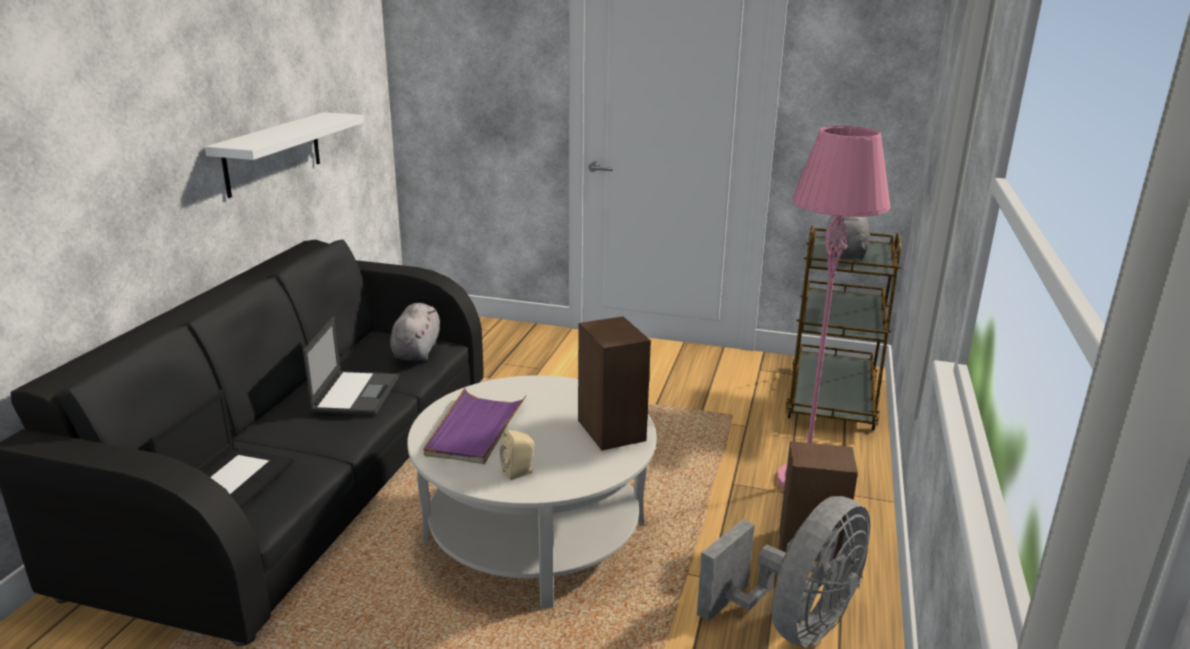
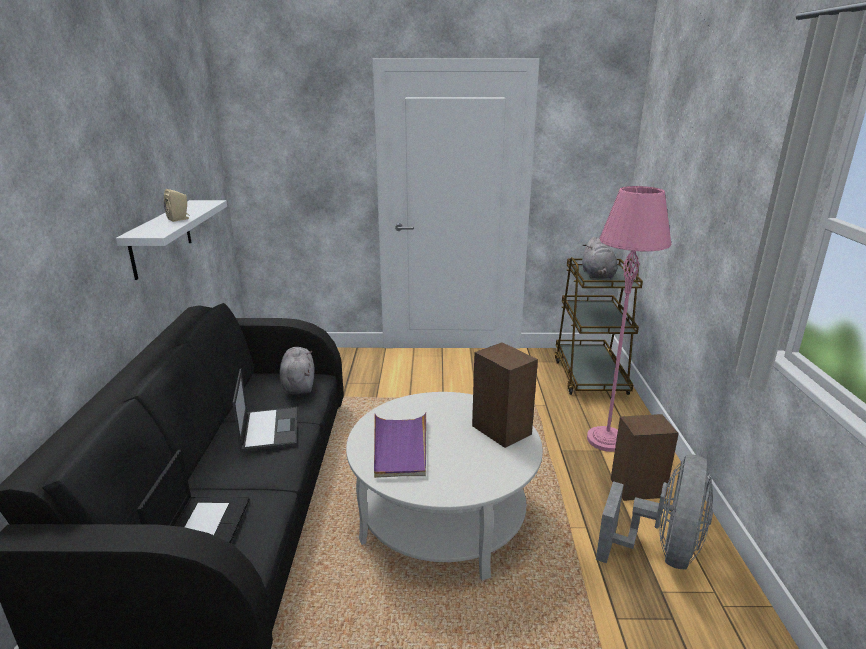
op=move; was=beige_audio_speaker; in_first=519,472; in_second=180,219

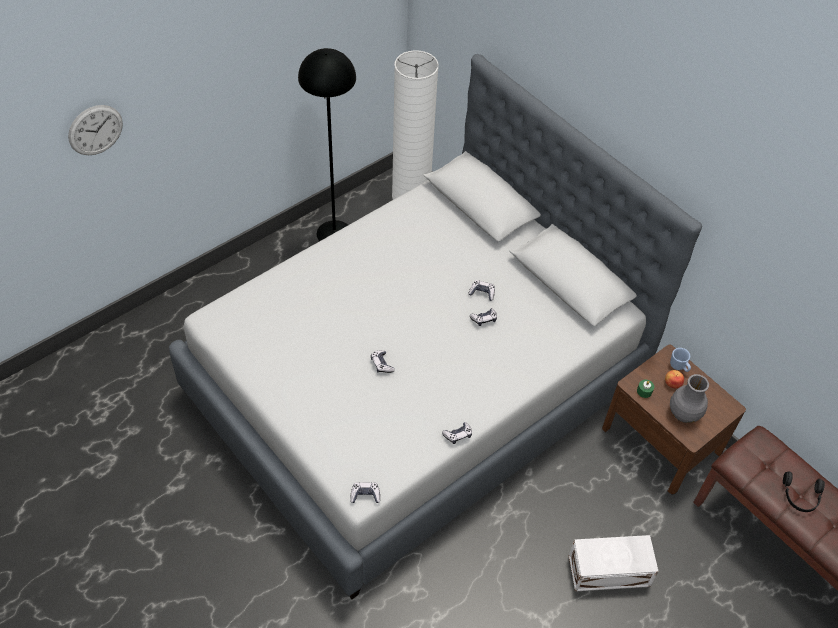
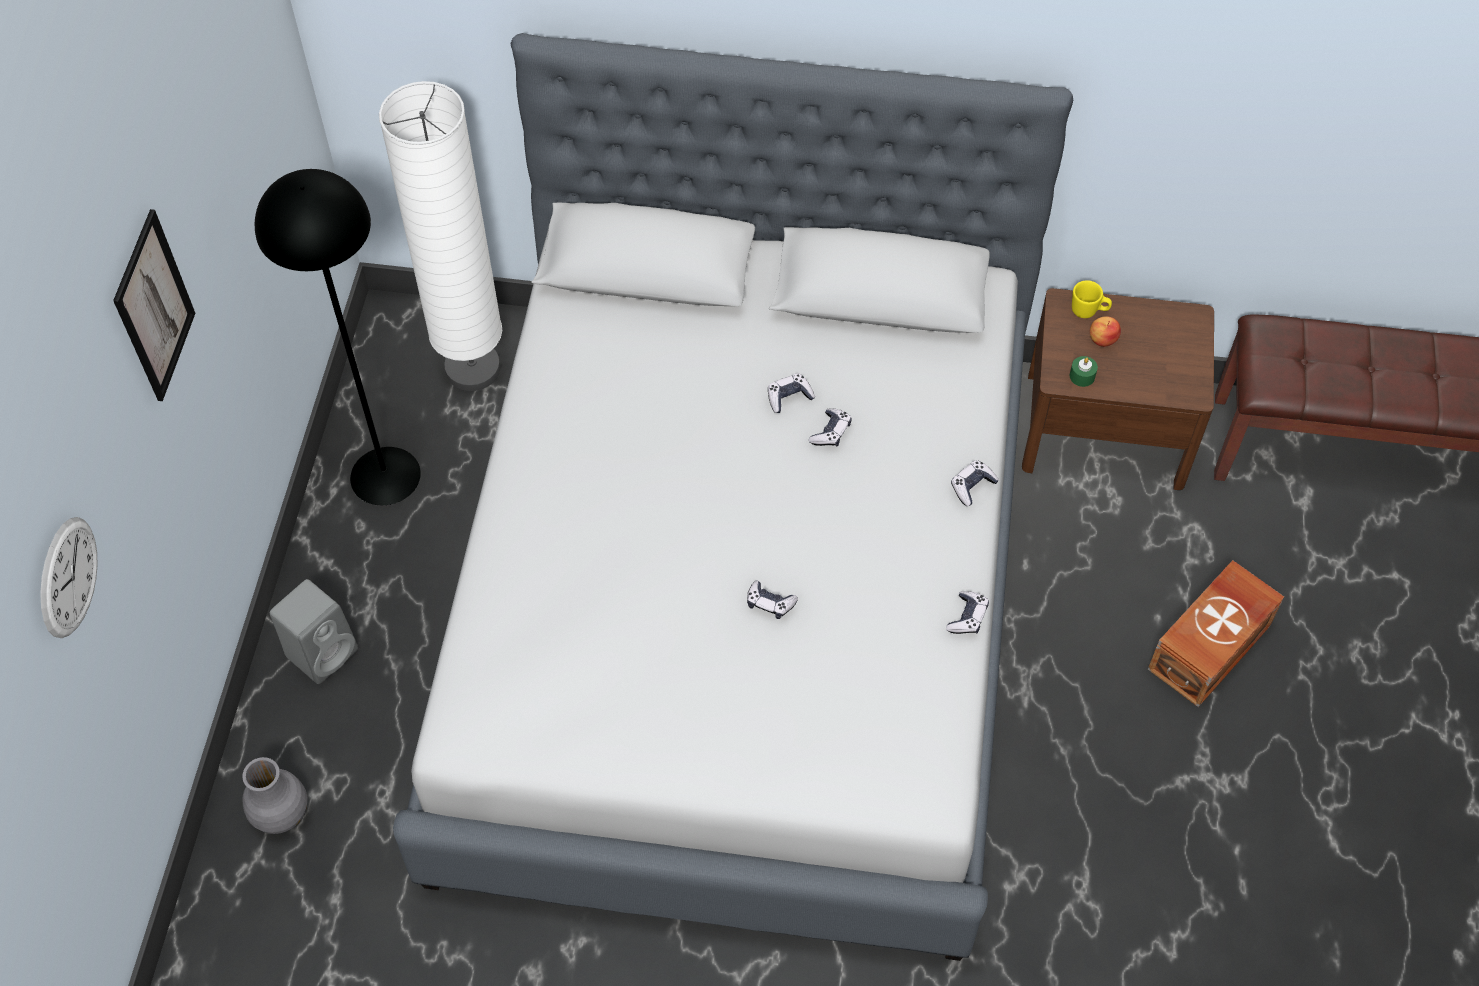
op=move; was=game_controller; in_first=365,495; in_second=972,486
op=recolor; was=white-coloured_storage_bin; now=brown_storage_bin; in_first=610,572; in_second=1211,647
op=recolor; was=bluish_tea_mug; now=yellow_tea_mug; in_first=679,367; in_second=1088,311
op=move; was=gray_decorative_vase; in_first=683,414; in_second=281,815
op=delete; was=blackish_pair_of_headphones; in_first=800,496
op=insert; now=wall_art; in_second=154,307
op=insert; now=gray_audio_speaker; in_second=323,651

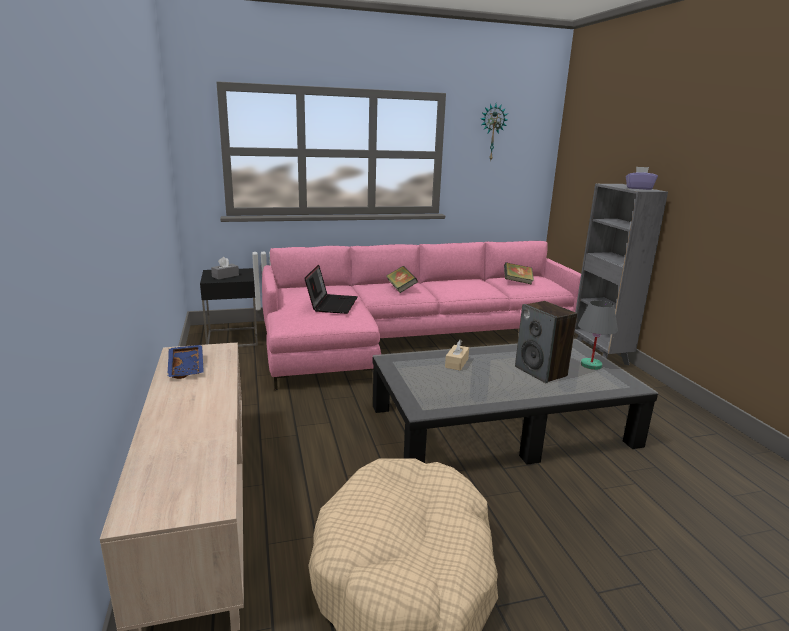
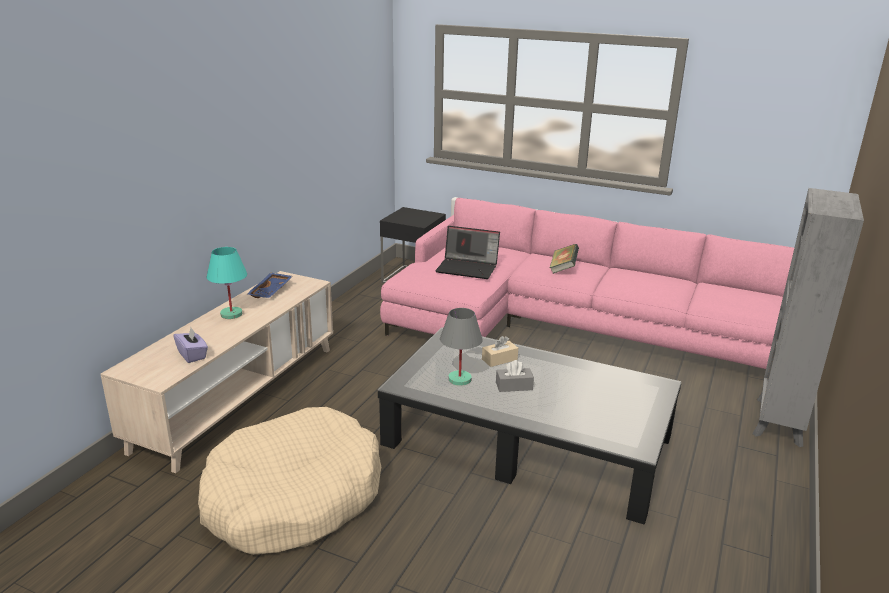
op=move; was=gray_tissue_holder; in_first=225,276; in_second=514,386
op=rotate; was=portable_computer; in_first=332,304; in_second=468,268; clockwise=60
op=delete; was=hanging_clock; in_first=492,132
op=delete; was=book; in_first=517,282
op=delete; was=audio_speaker; in_first=541,371
op=move; was=gray_table_lamp; in_first=590,365; in_second=460,379
op=move; was=purplish_tissue_holder; in_first=639,188; in_second=192,355
op=insert; now=blue-green_table_lamp; in_second=231,314

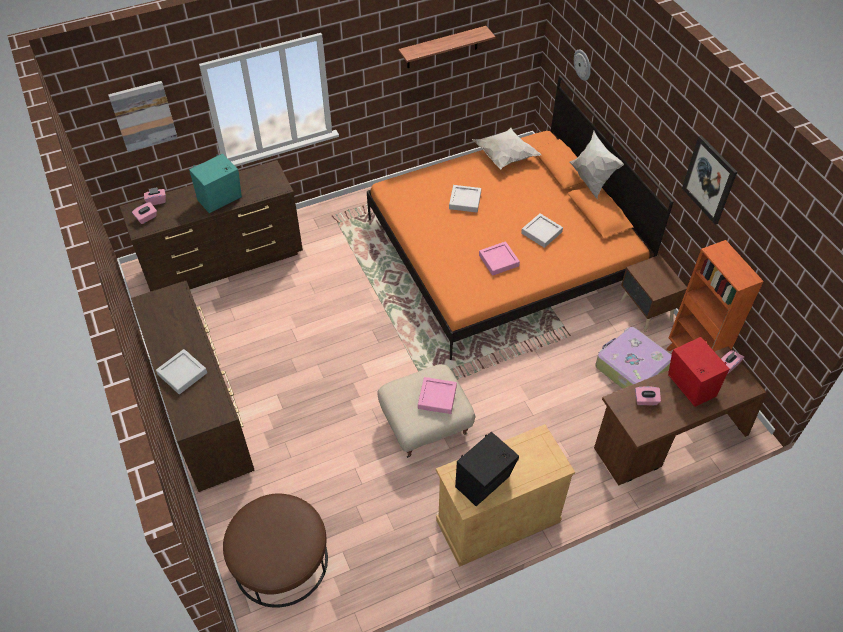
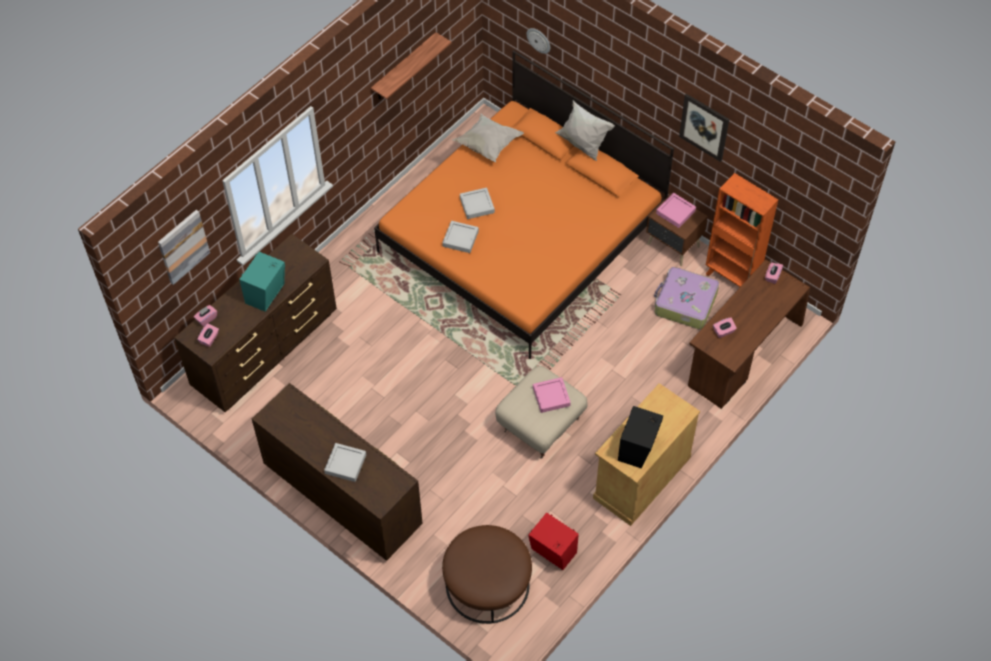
op=move; was=pink-coloured_serving_tray; in_first=498,260; in_second=675,212
op=move; was=gray_serving_tray; in_first=541,232; in_second=460,239
op=move; was=reddish_audio_speaker; in_first=690,387; in_second=553,553

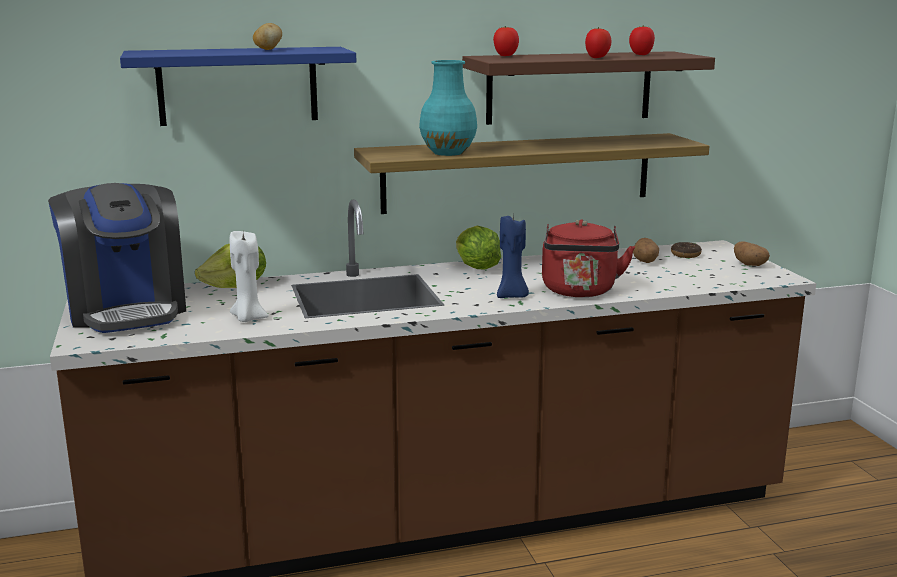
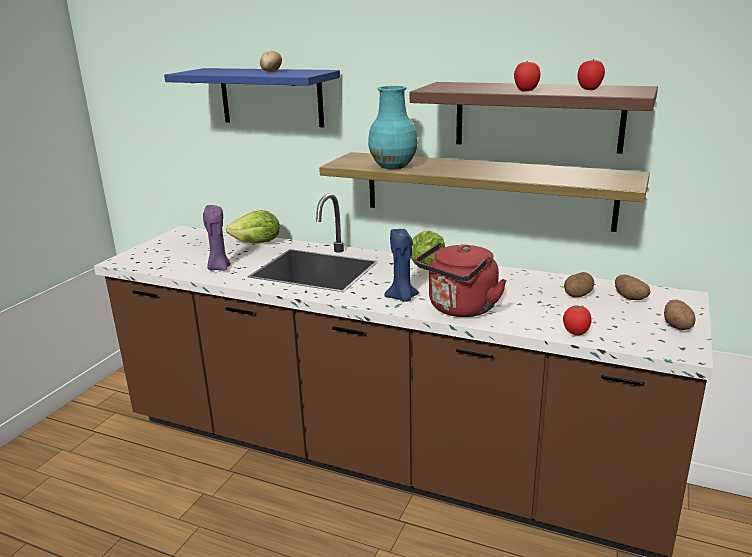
op=delete; was=coffee_maker; in_first=127,310
op=recolor; was=white-coloured_candle; now=purplish_candle; in_first=248,318; in_second=219,268
op=move; was=whole_tomato; in_first=505,56; in_second=575,333
op=replace; was=donut; now=whole_potato; in_first=685,255; in_second=631,298

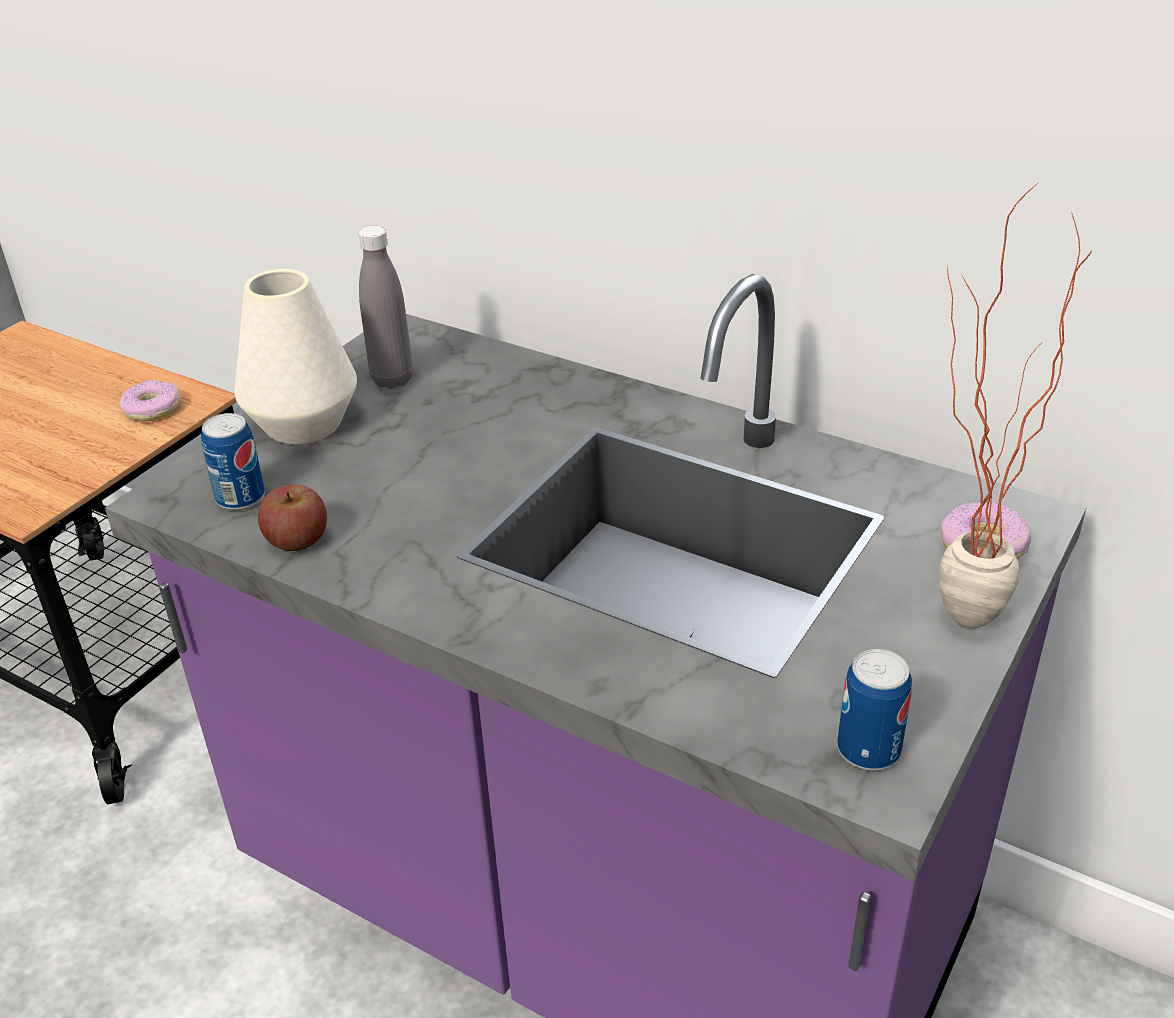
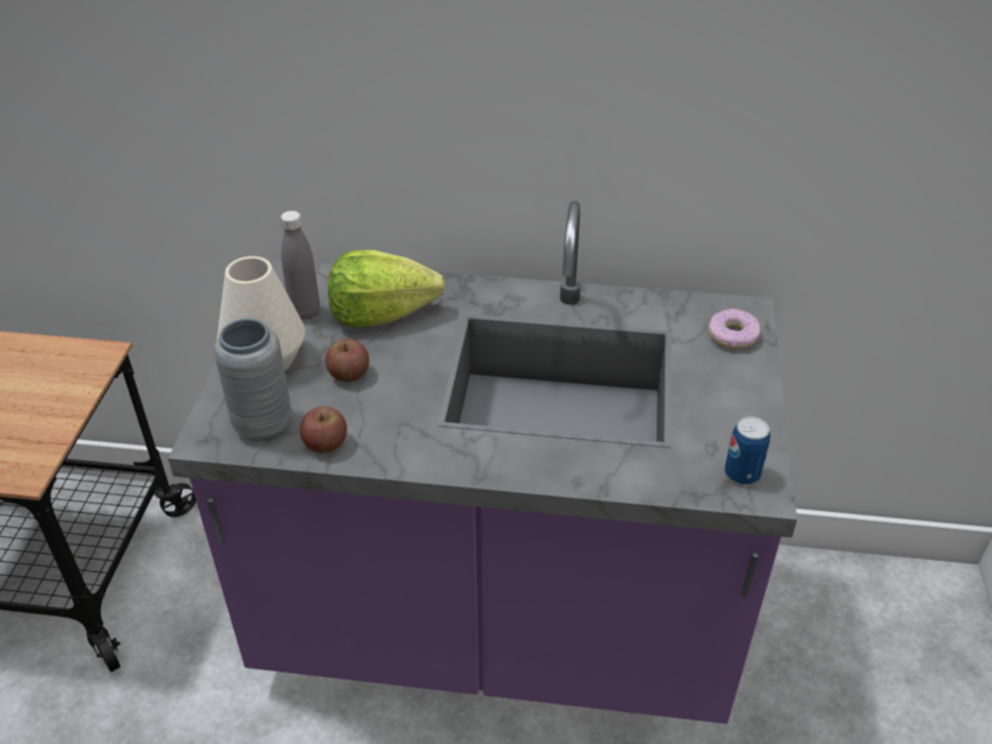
op=delete; was=donut; in_first=151,409
op=replace; was=sealed_can; now=gray_decorative_vase; in_first=241,498; in_second=263,425
op=delete; was=houseplant; in_first=945,620
op=insert; now=whole_apple; in_second=349,374
op=insert; now=head_of_lettuce; in_second=381,314

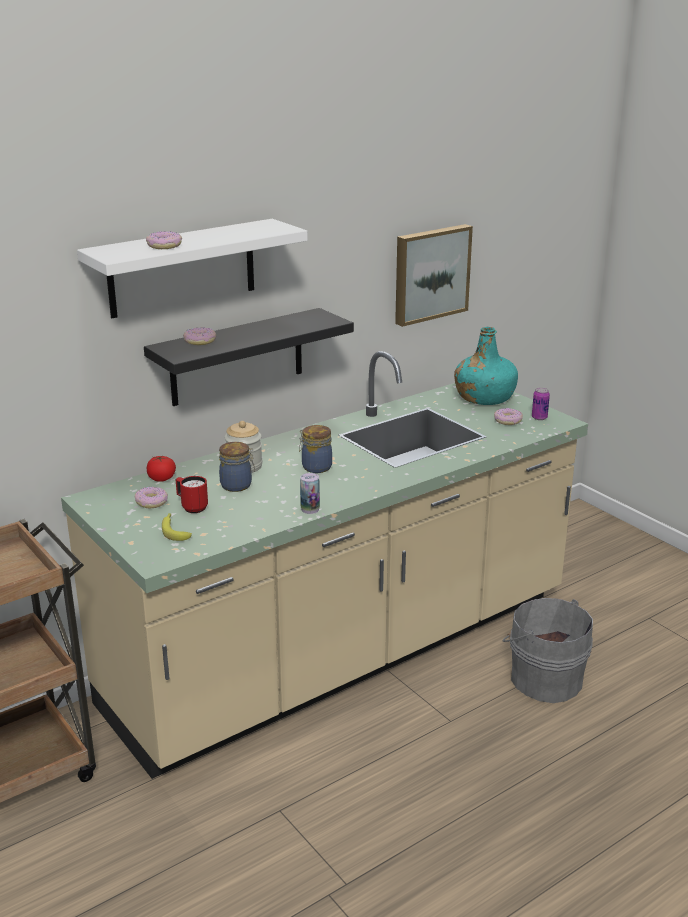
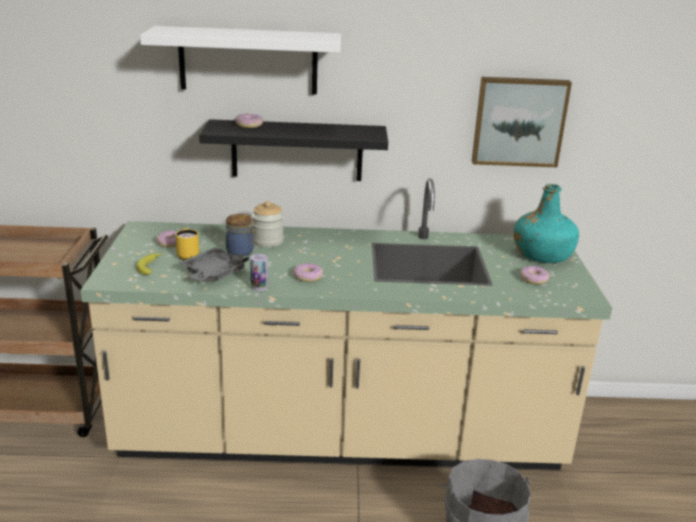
op=move; was=donut; in_first=164,246; in_second=308,277
op=delete; was=whole_tomato; in_first=161,479
op=recolor; was=reddish_tea_mug; now=yellow_tea_mug; in_first=191,507; in_second=187,255
op=delete; was=preserve_jar; in_first=315,467
op=delete; was=sealed_can; in_first=539,417
op=insert; now=gray_serving_tray; in_second=213,274

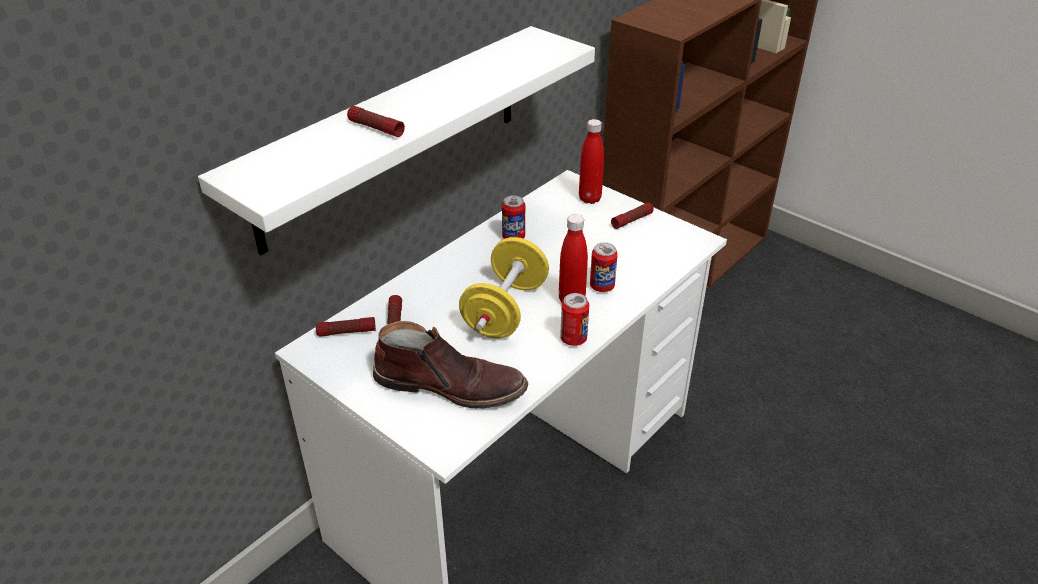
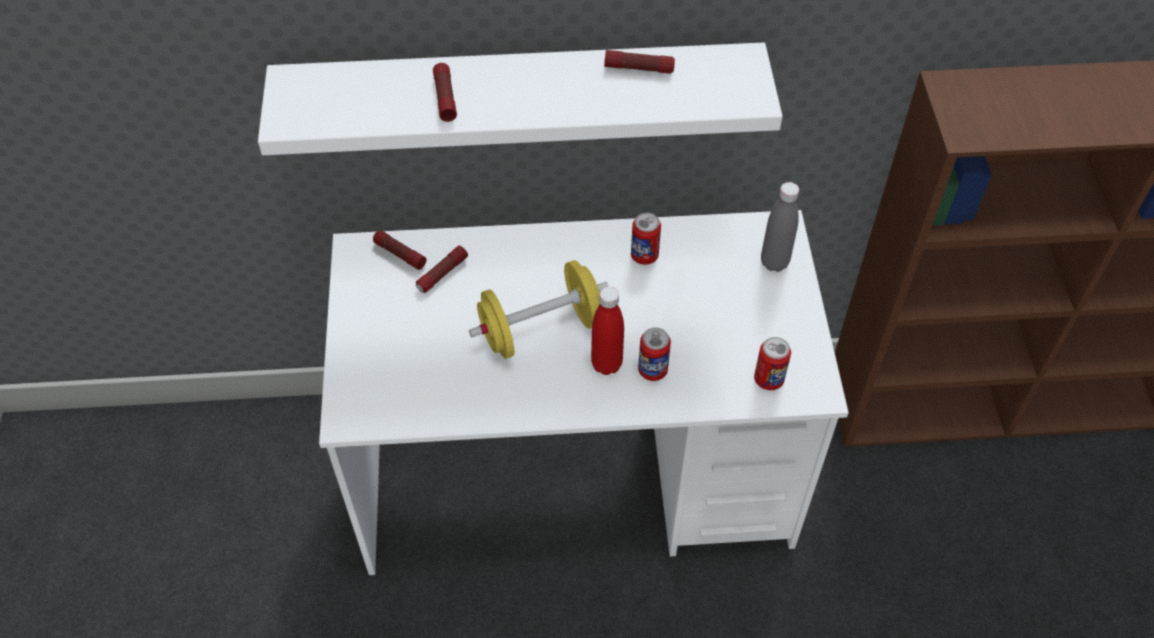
op=delete; was=brown_boot; in_first=451,385
op=move; was=sealed_can; in_first=573,339; in_second=768,379
op=recolor; was=reddish_drink_bottle; now=gray_drink_bottle; in_first=589,199; in_second=774,262
op=move; was=torch; in_first=632,220; in_second=639,68

